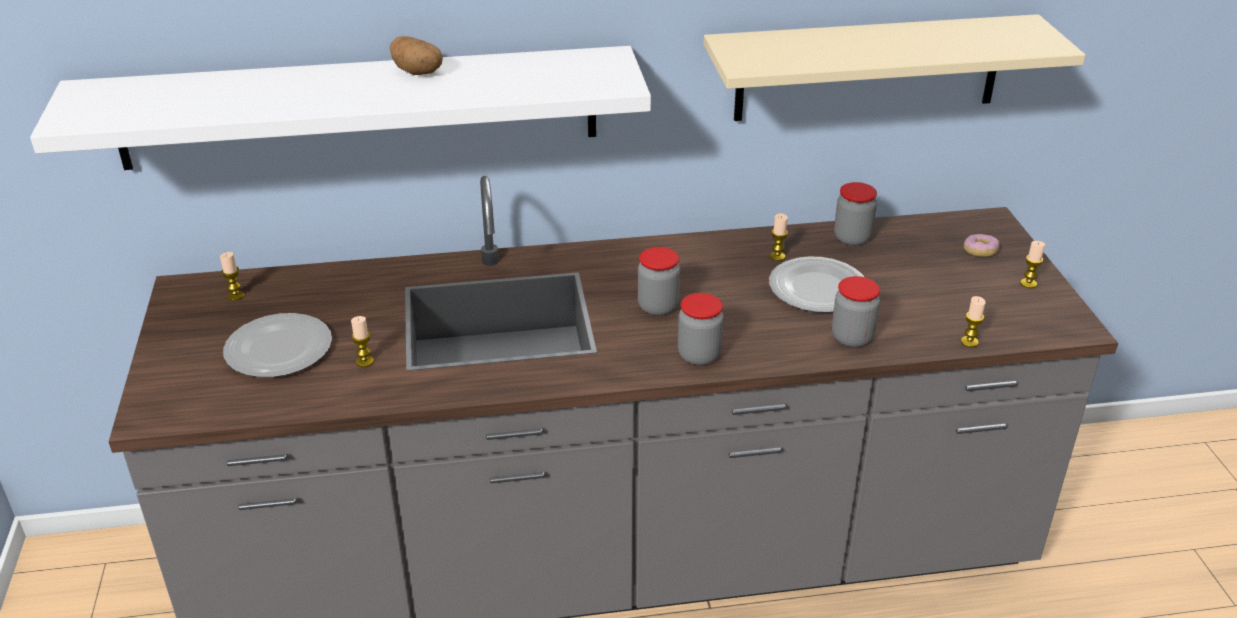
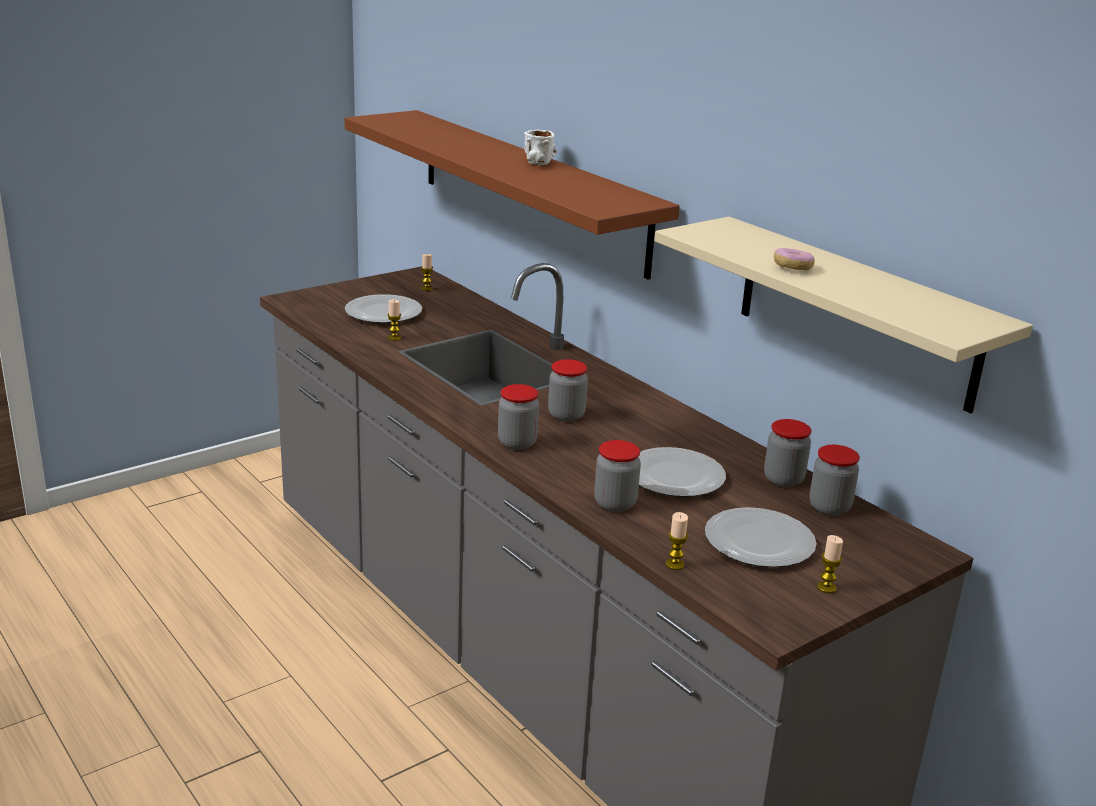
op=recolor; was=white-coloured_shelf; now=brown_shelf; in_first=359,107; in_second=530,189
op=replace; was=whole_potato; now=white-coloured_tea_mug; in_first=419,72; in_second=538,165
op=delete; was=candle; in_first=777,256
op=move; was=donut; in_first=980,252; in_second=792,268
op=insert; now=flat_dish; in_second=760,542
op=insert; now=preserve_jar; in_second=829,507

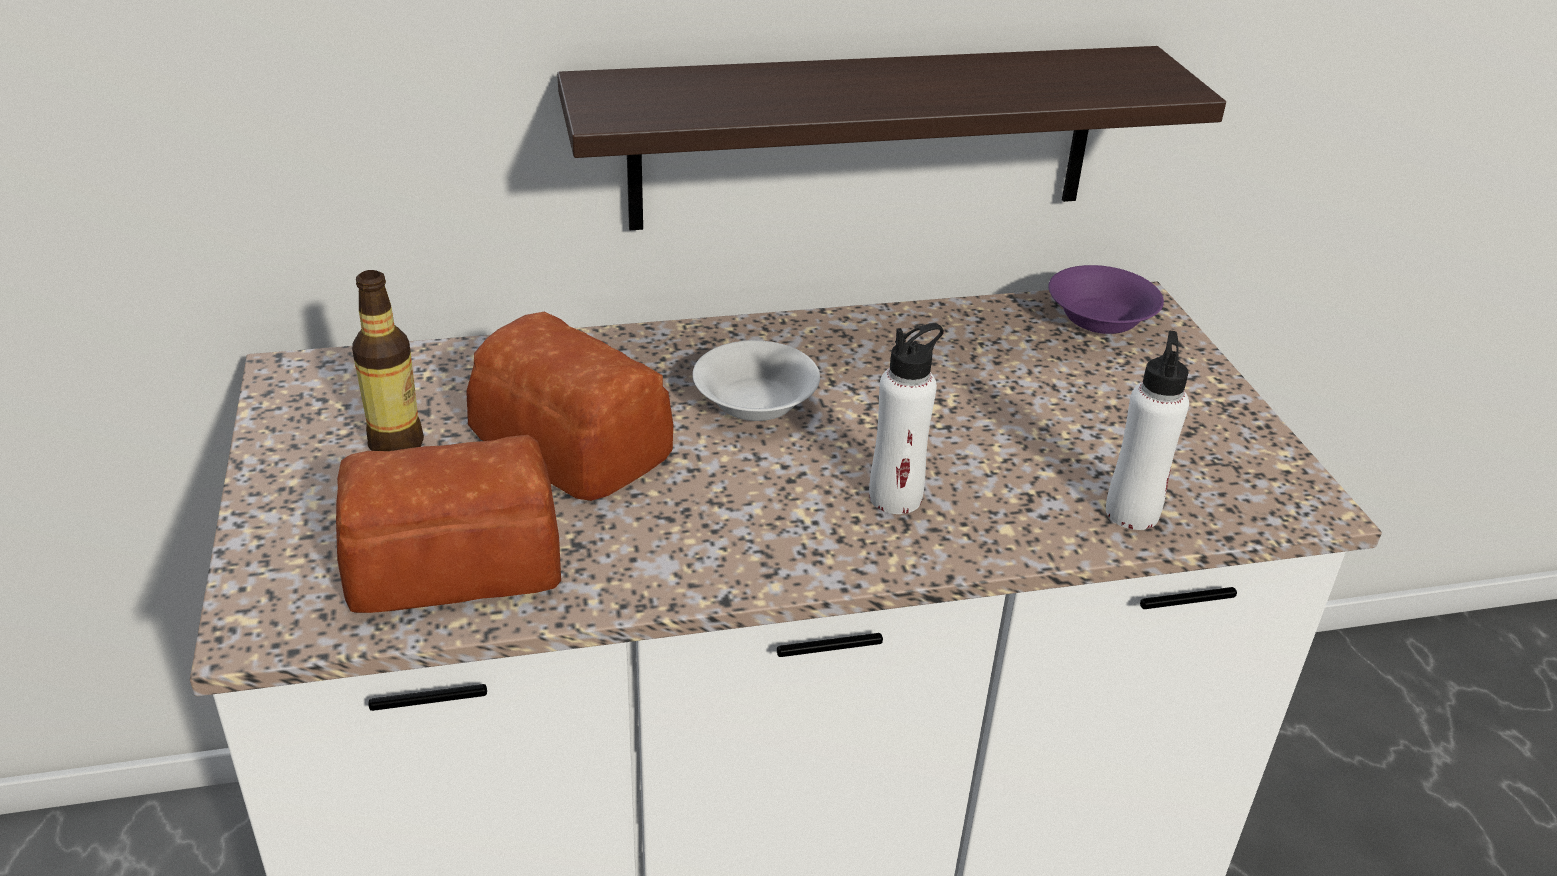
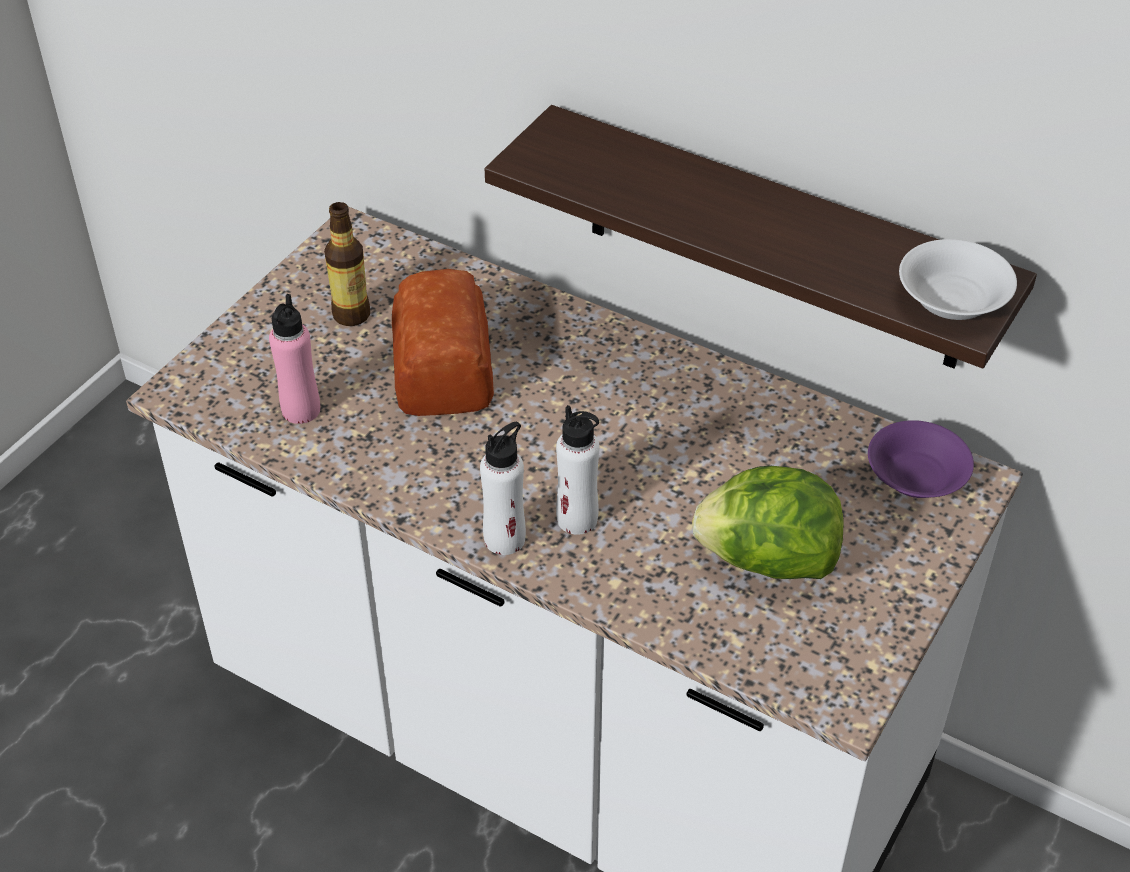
op=replace; was=bakery_bread; now=pink-coloured_drink_bottle; in_first=459,562; in_second=301,410
op=move; was=white-coloured_deep_dish; in_first=757,403; in_second=953,301
op=move; was=white-coloured_drink_bottle; in_first=1132,512; in_second=505,539
op=insert; now=head_of_lettuce; in_second=767,560

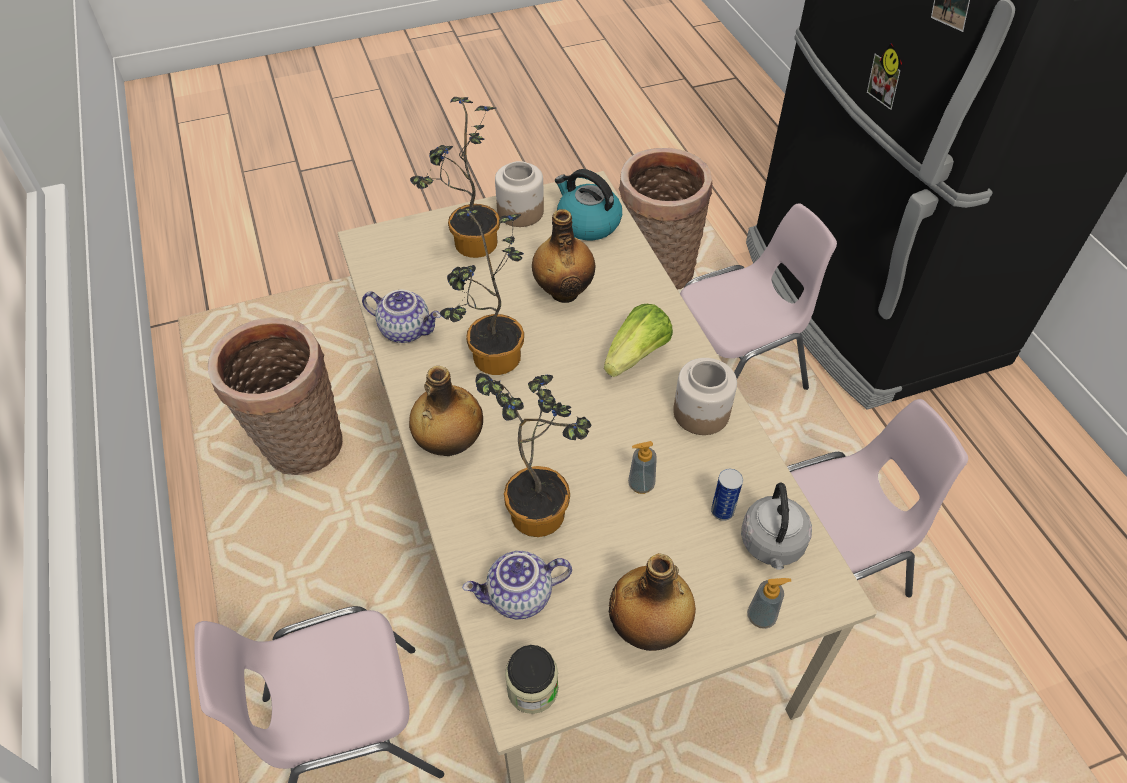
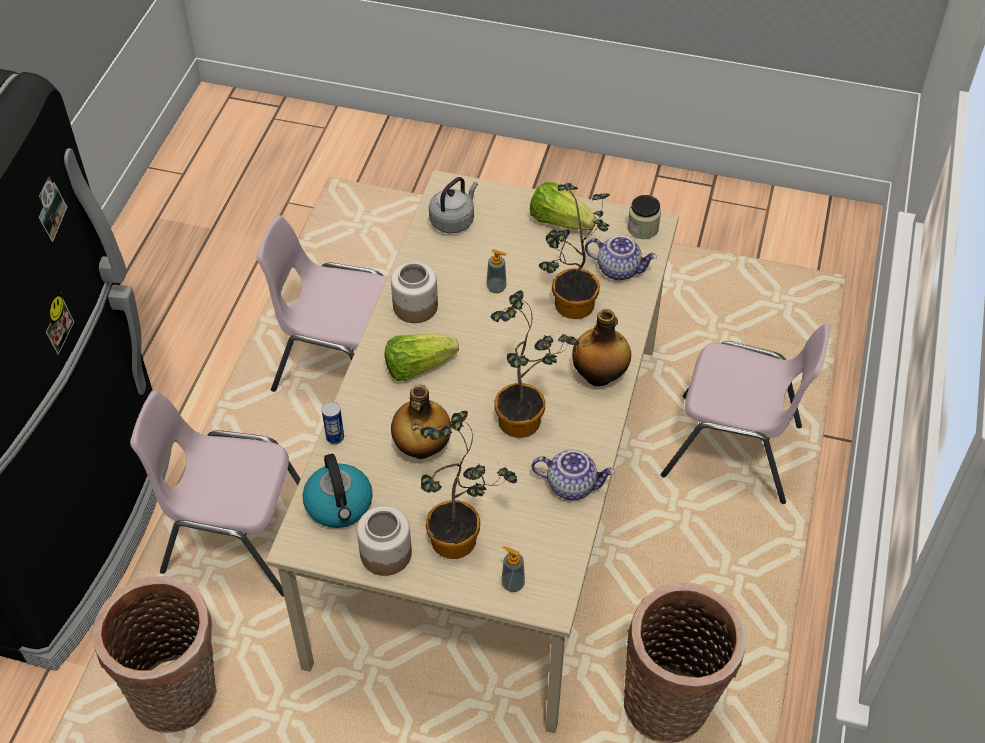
op=rotate; was=pot_for_tea; in_first=406,329; in_second=572,484; clockwise=135
op=replace; was=drink_bottle; now=head_of_lettuce; in_first=648,628; in_second=559,221
op=move; was=sealed_can; in_first=722,511; in_second=335,437
op=move; was=liquid_soap_bottle; in_first=761,617; in_second=512,583

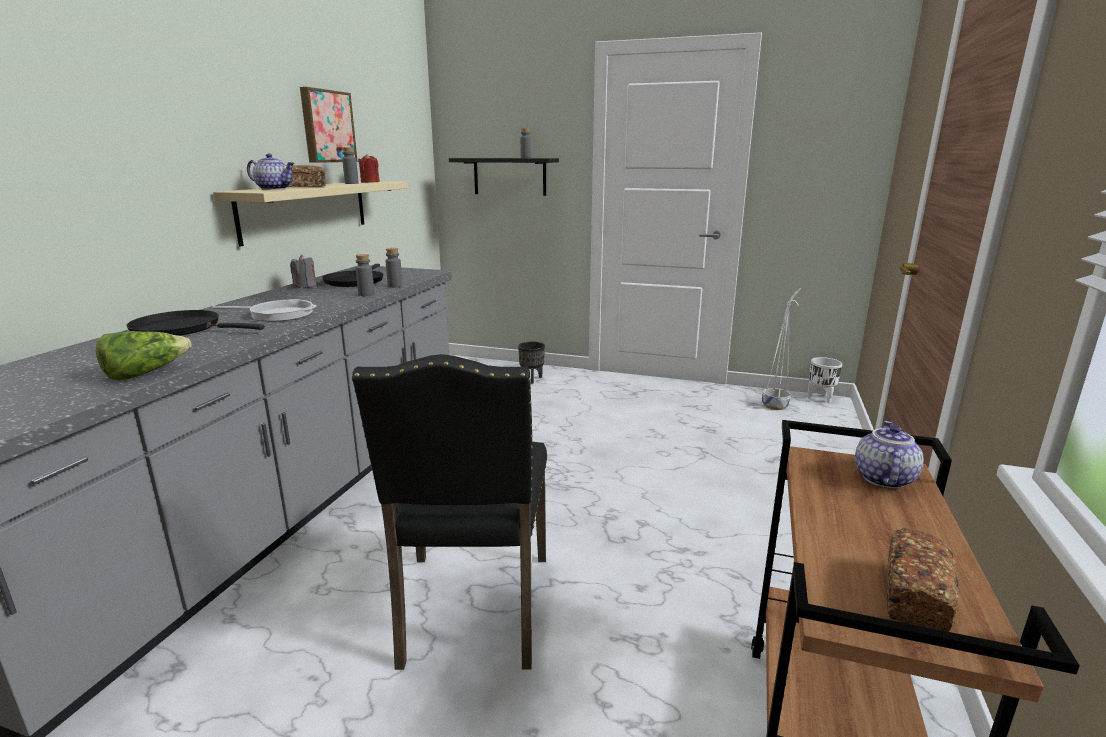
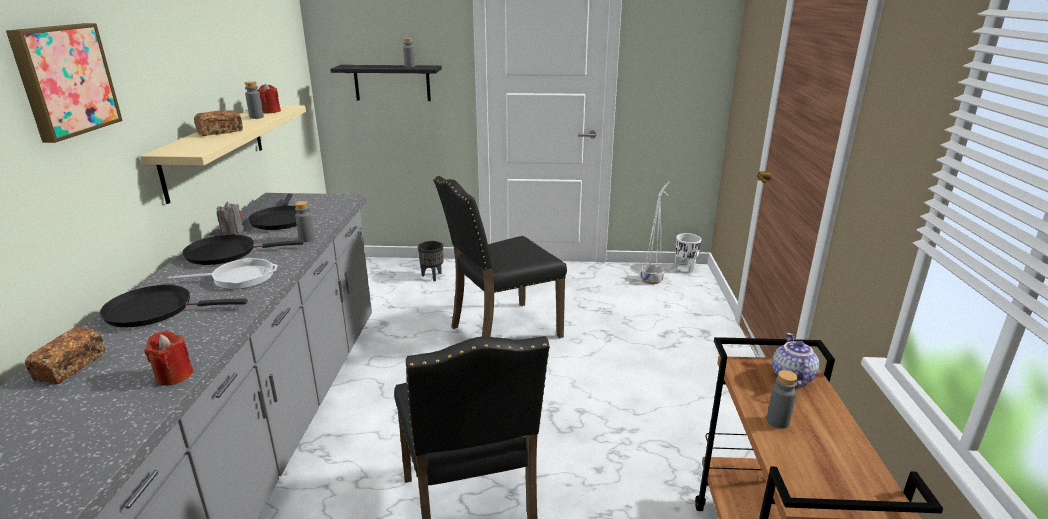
op=replace; was=head_of_lettuce; now=reddish_candle; in_first=146,373; in_second=174,375
op=delete; was=pot_for_tea; in_first=274,189
op=move; was=wall_art; in_first=327,126; in_second=64,80
op=move; was=gray_drink_bottle; in_first=395,286; in_second=777,421
op=move; was=bakery_bread; in_first=915,598; in_second=71,366
op=insert; now=blackish_skillet; in_second=226,253
op=insert; now=blackish_upright_chair; in_second=502,331

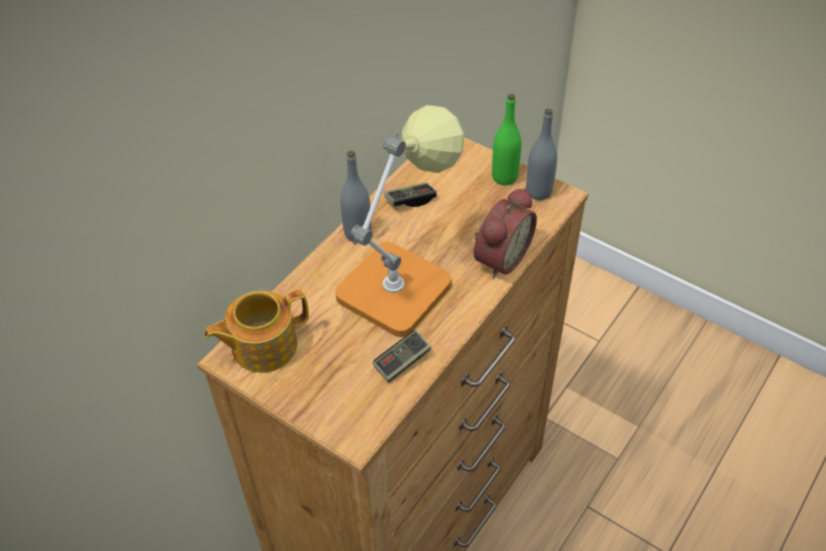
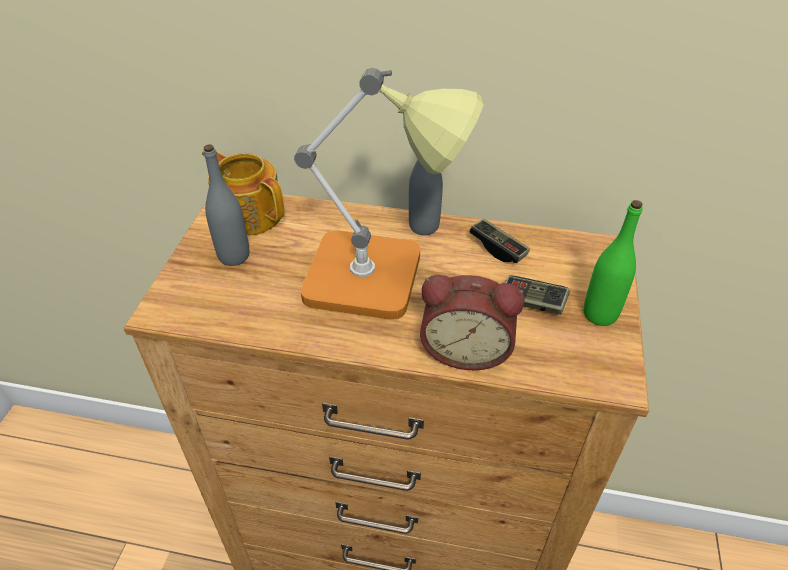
op=move; was=game_controller; in_first=402,362; in_second=532,303
op=move; was=gray_drink_bottle; in_first=538,192; in_second=234,256

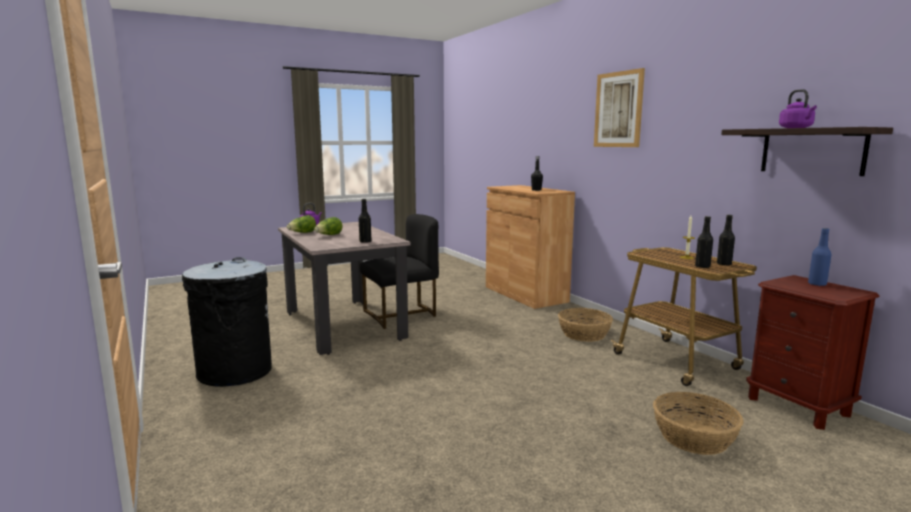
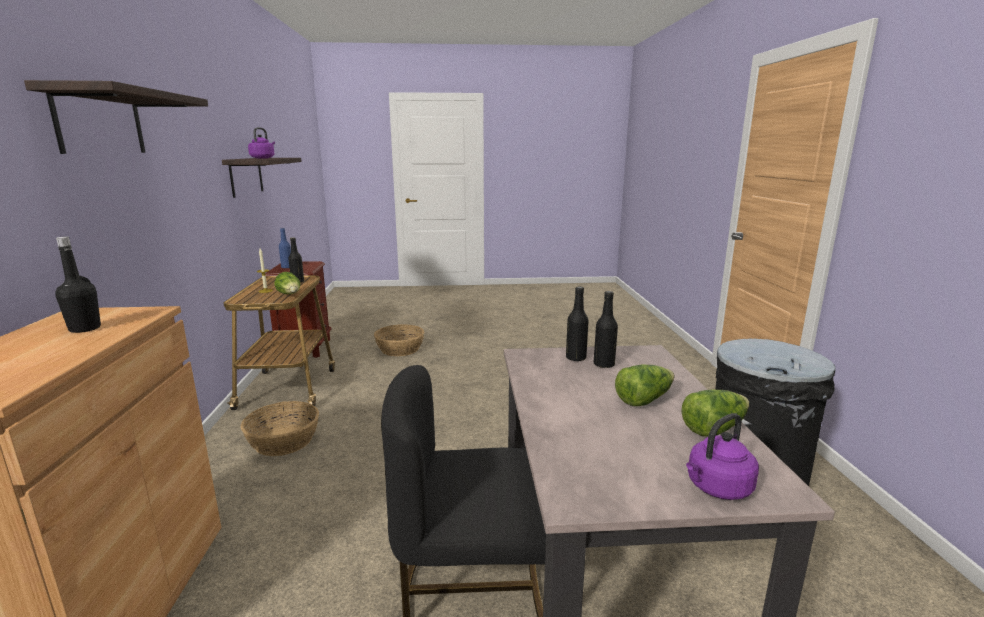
op=replace; was=wall_art; now=shelf; in_first=618,109; in_second=100,122
op=move; was=blackish_drink_bottle; in_first=724,264; in_second=604,364
op=insert; now=head_of_lettuce; in_second=290,295

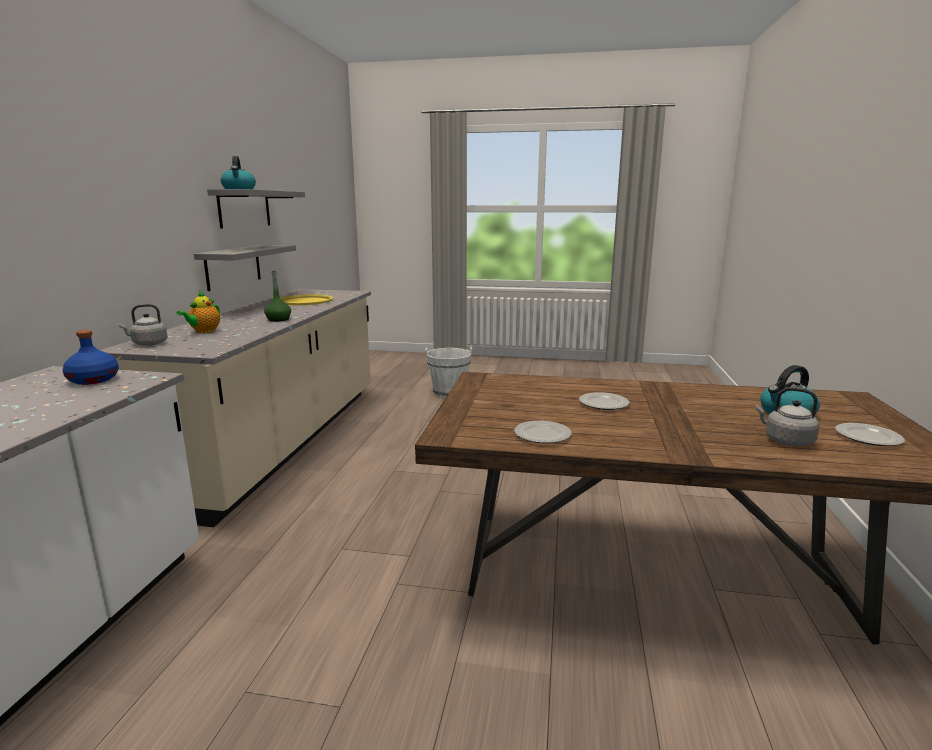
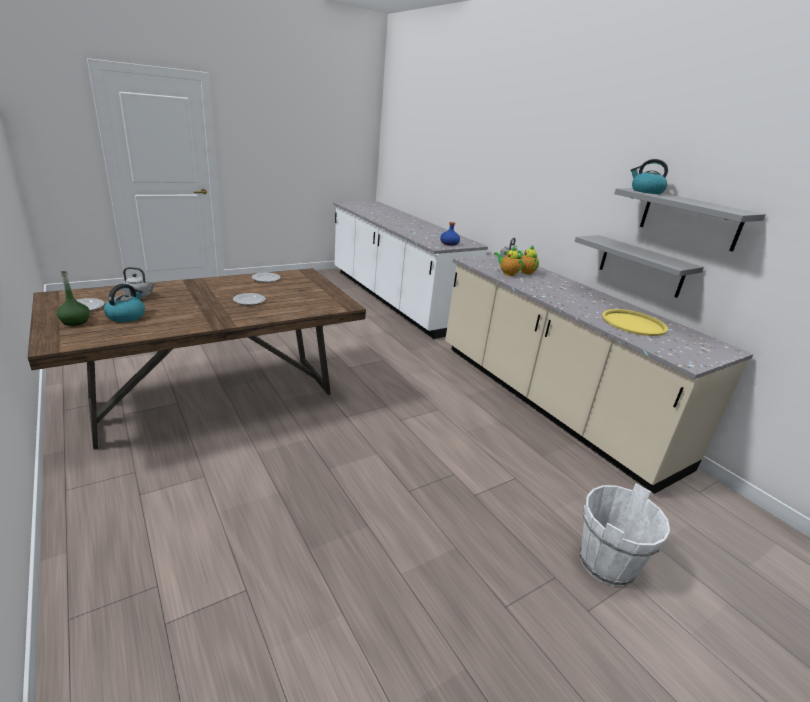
op=move; was=green_drink_bottle; in_first=278,320; in_second=75,321
op=insert; now=pot_for_tea; in_second=507,273

